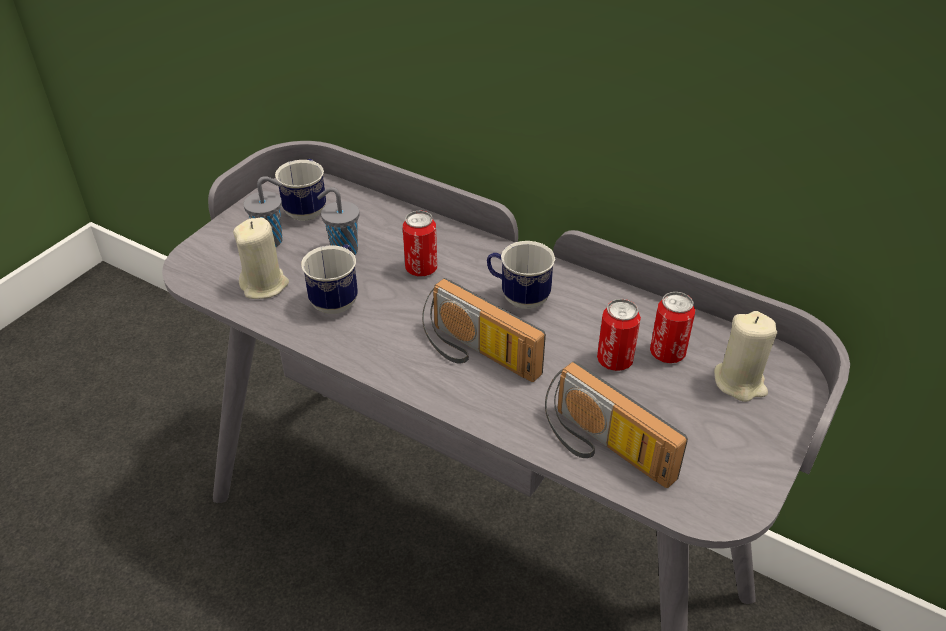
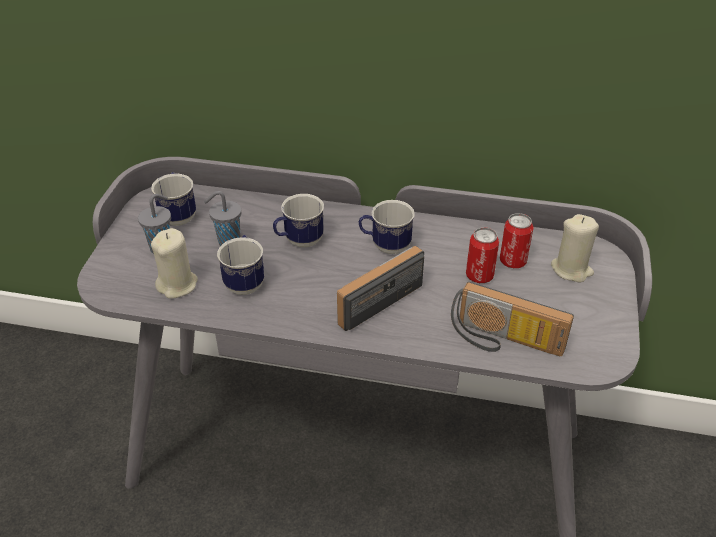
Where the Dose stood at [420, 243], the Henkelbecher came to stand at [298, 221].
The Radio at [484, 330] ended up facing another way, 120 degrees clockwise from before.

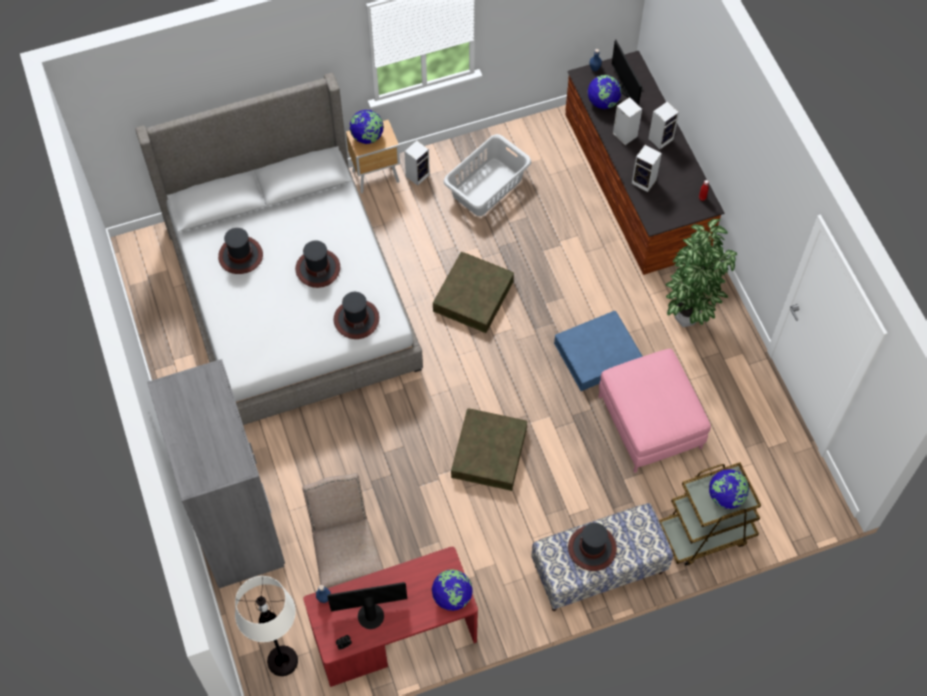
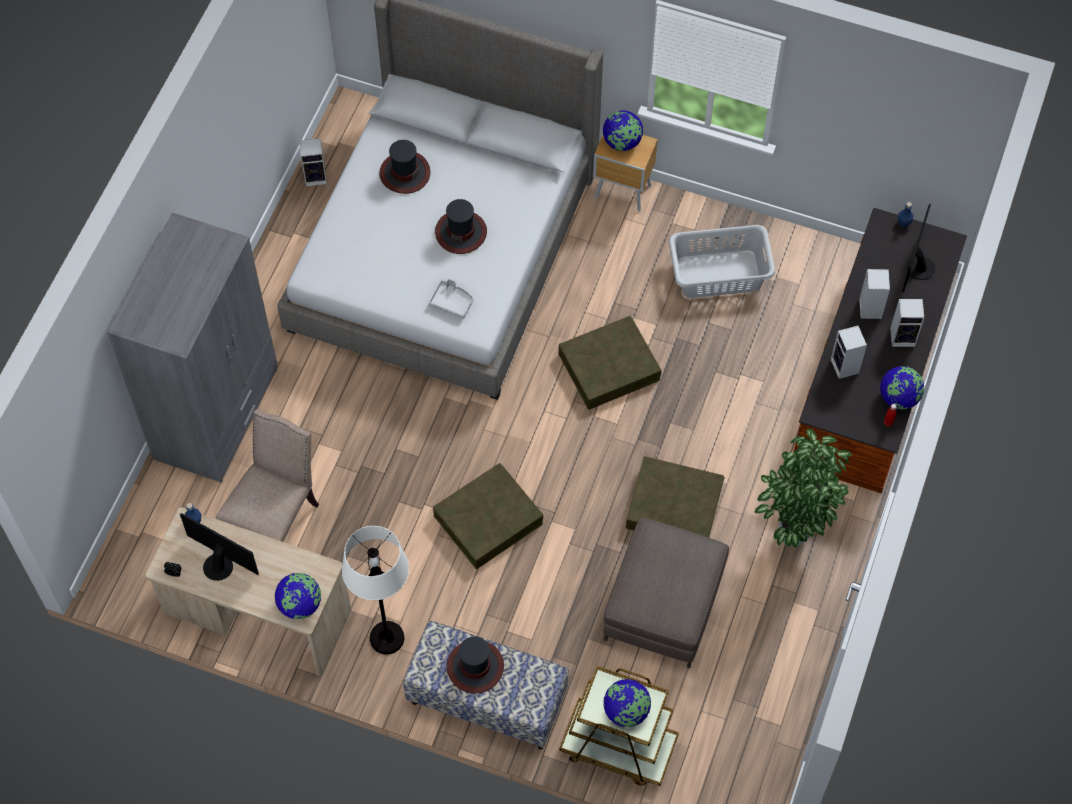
The Stehlampe [weiß] ended up elsewhere, having gone from [266, 626] to [375, 590].
The Lautsprecher ended up elsewhere, having gone from [417, 163] to [313, 162].
The Globus ended up elsewhere, having gone from [604, 92] to [902, 388].
Where the Hut stood at [356, 315], the Tablett [grau] came to stand at [451, 299].
What was the Schreibtisch [rot] at [390, 617] turned into the Schreibtisch [beige] at [248, 591].
What was the Aufbewahrungsbox [blau] at [598, 351] turned into the Aufbewahrungsbox [braun] at [675, 496].
What was the Polsterhocker [rosa] at [654, 411] turned into the Polsterhocker [braun] at [666, 593].

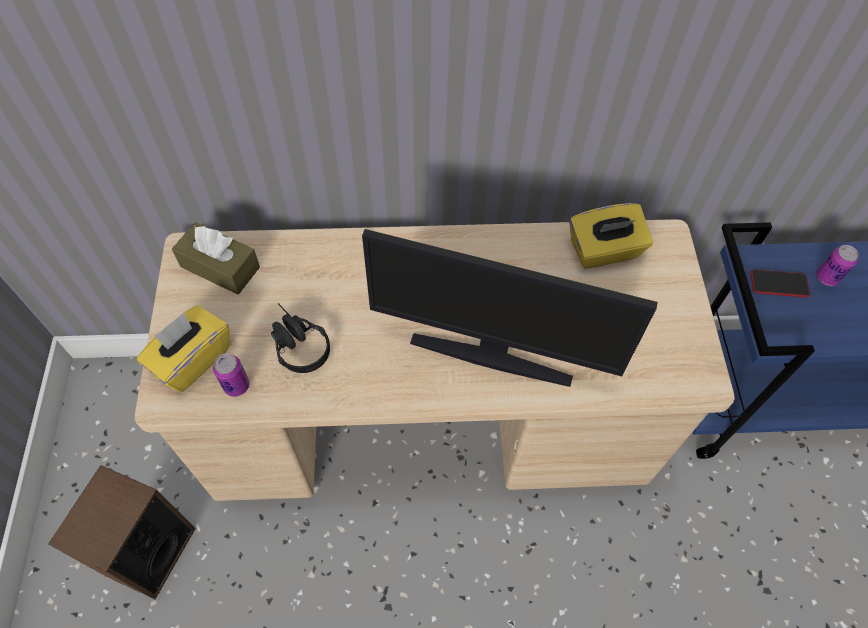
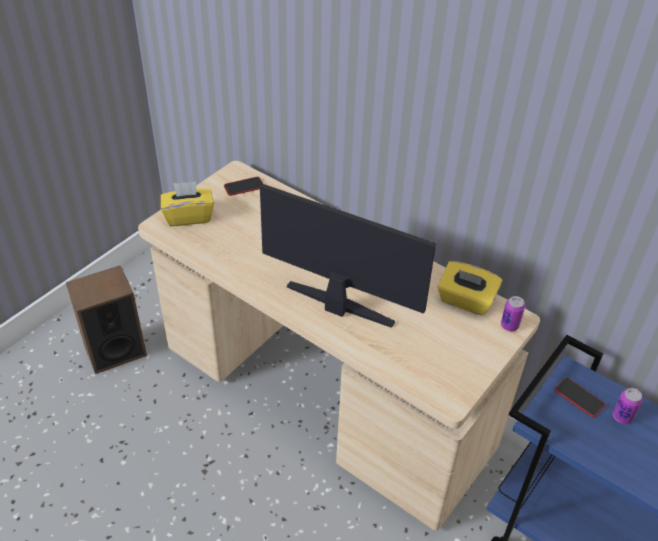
The second view lost the Kopfhörer [schwarz] at [300, 338].
The Dose ended up elsewhere, having gone from [231, 375] to [513, 313].
Where the Taschentuchbox [braun] stood at [216, 258], the Handy came to stand at [243, 186].
The Monitor at [510, 308] ended up facing another way, 150 degrees clockwise from before.

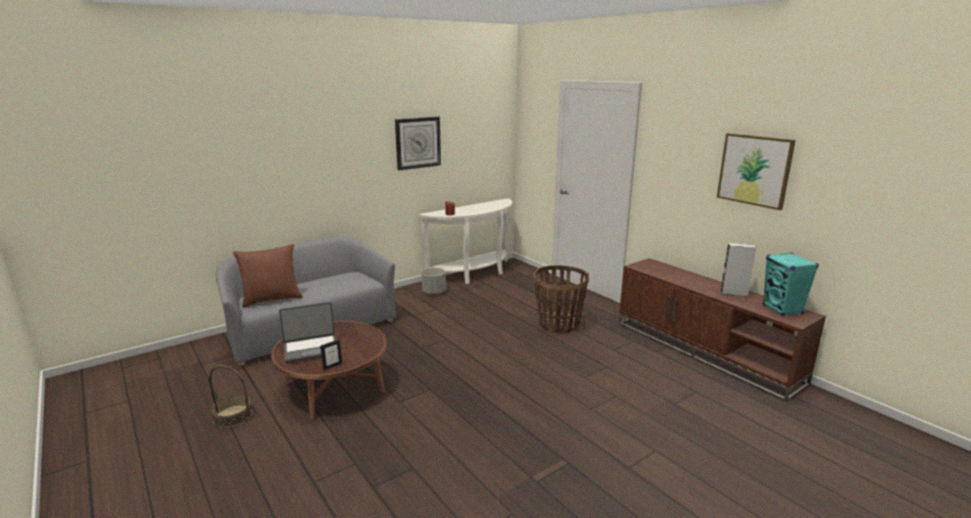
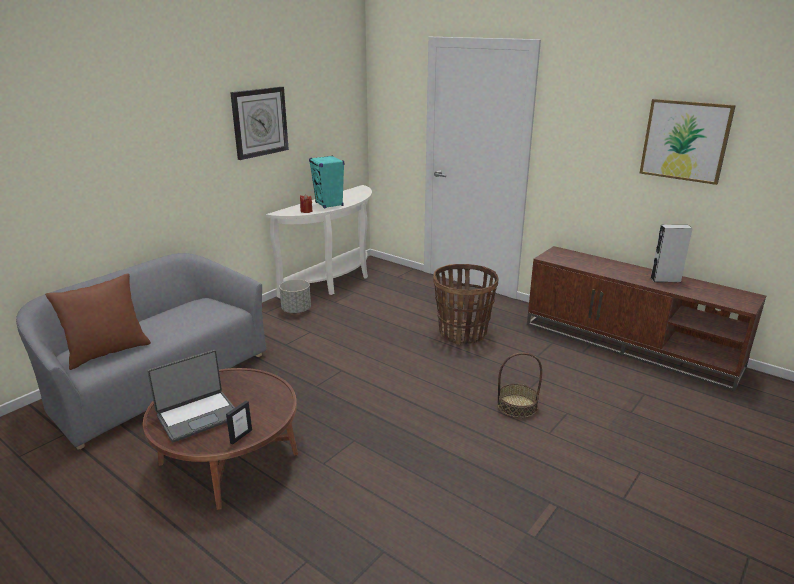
The Korb ended up elsewhere, having gone from [231, 396] to [519, 385].
The Lautsprecher [türkis] ended up elsewhere, having gone from [791, 284] to [326, 182].

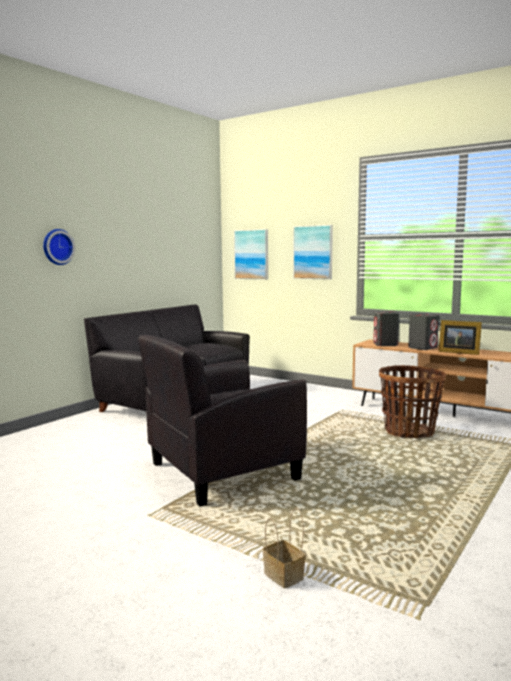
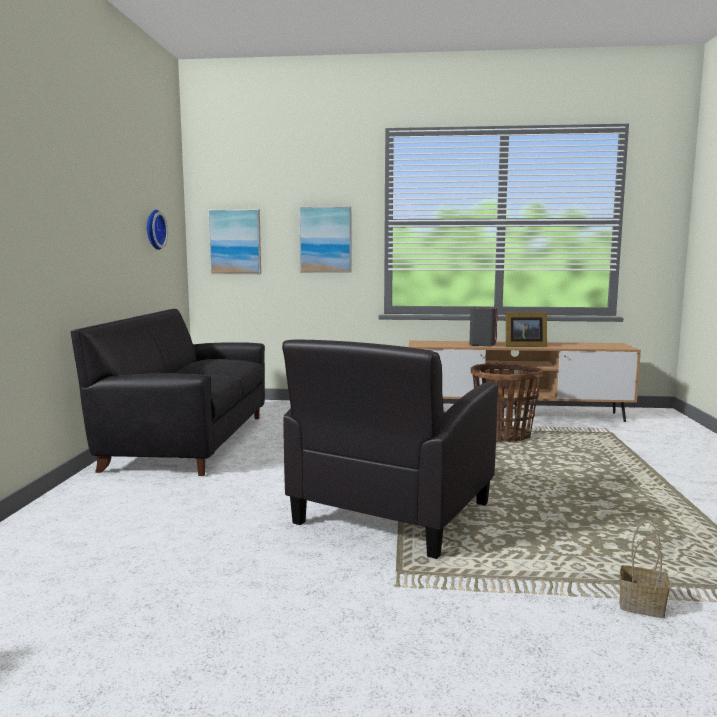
The second view lost the Lautsprecher [grau] at [386, 328].
The Wanduhr ended up elsewhere, having gone from [59, 247] to [157, 230].

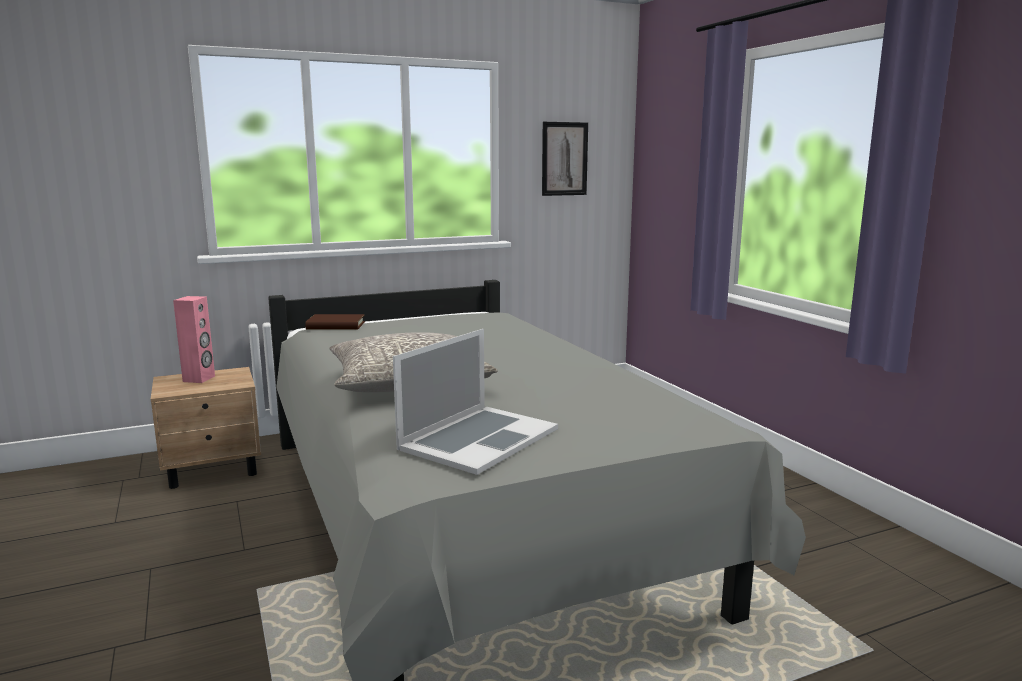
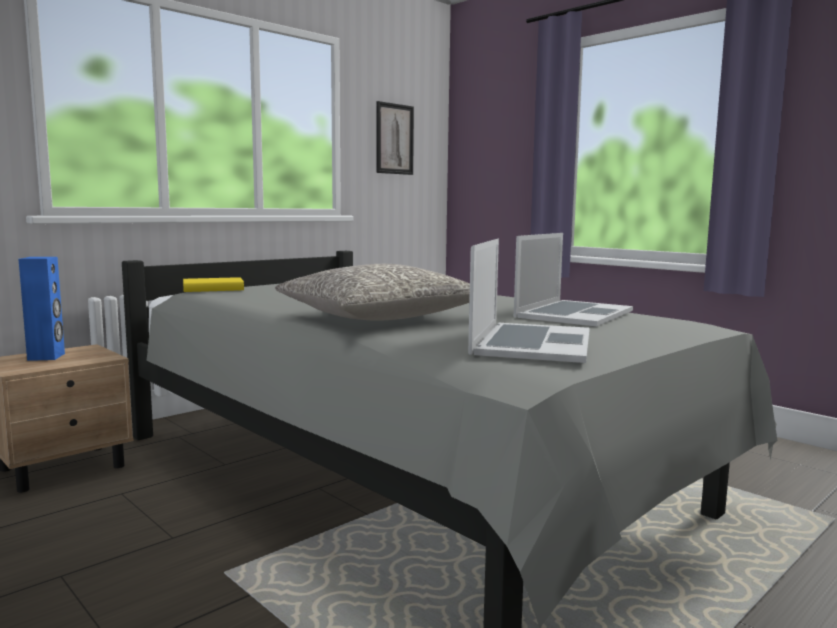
The second view gained the Laptop at [573, 280].
What was the Lautsprecher [rosa] at [194, 339] turned into the Lautsprecher [blau] at [41, 309].
What was the Buch [braun] at [335, 322] turned into the Buch [gelb] at [213, 284].

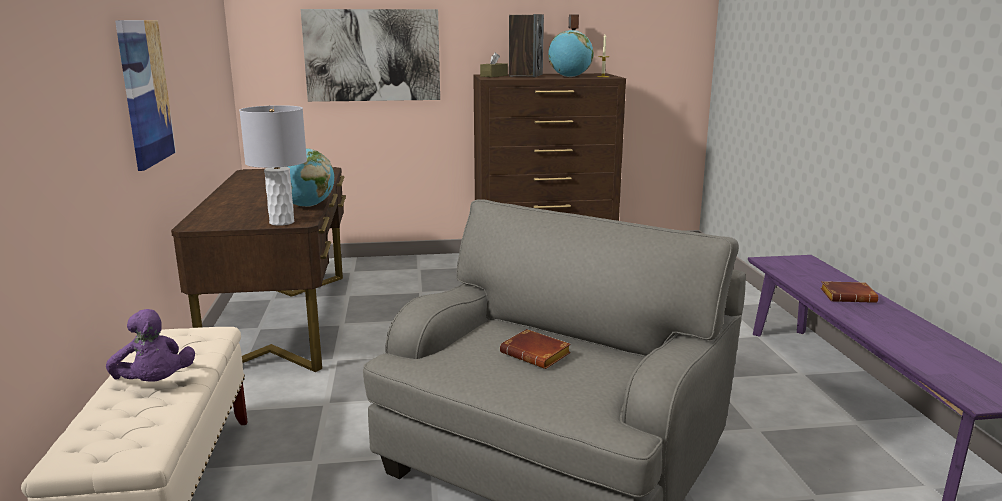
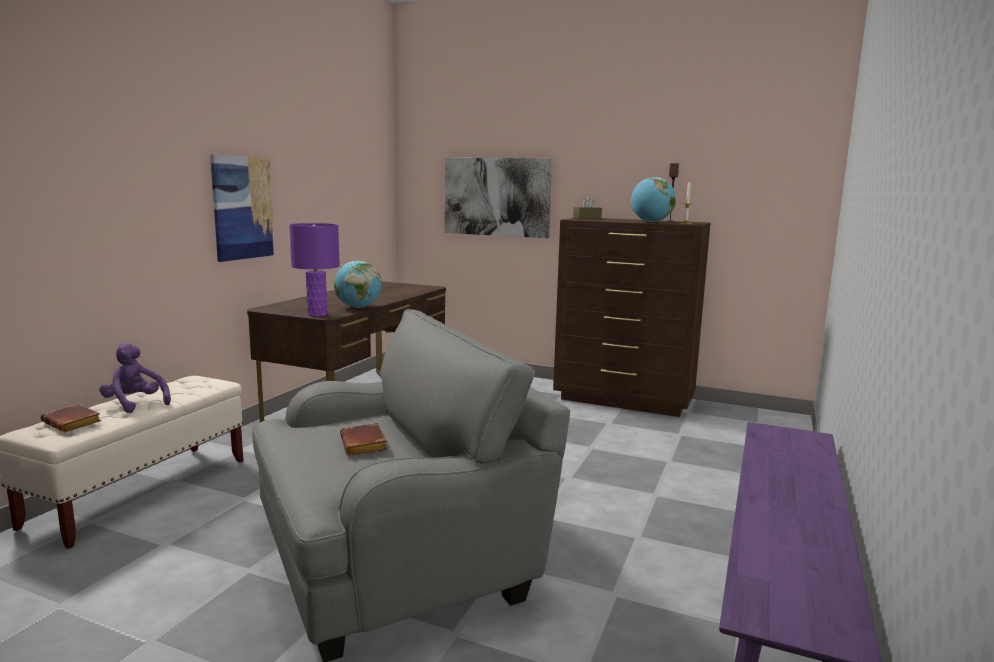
The second view lost the Lautsprecher at [526, 45].
The Buch [braun] ended up elsewhere, having gone from [849, 292] to [71, 418].
What was the Tischlampe [grau] at [273, 165] turned into the Tischlampe [lila] at [314, 270].
The Plüschtier [lila] at [150, 345] ended up facing another way, 135 degrees clockwise from before.

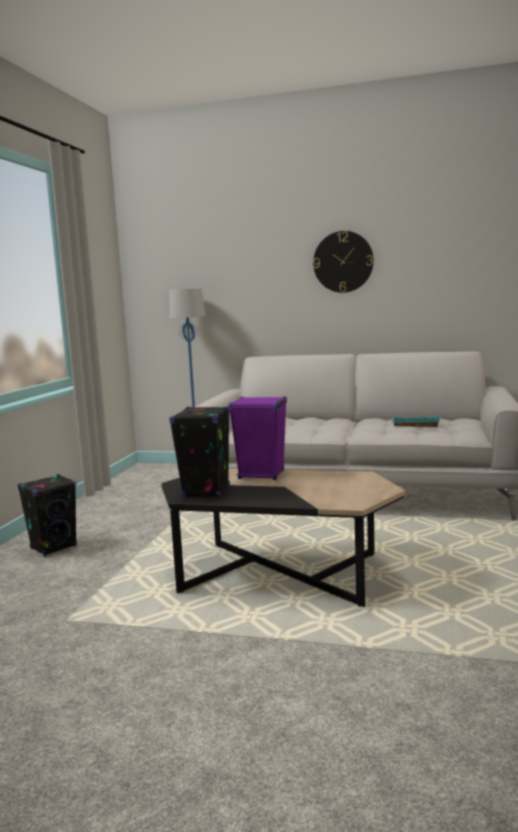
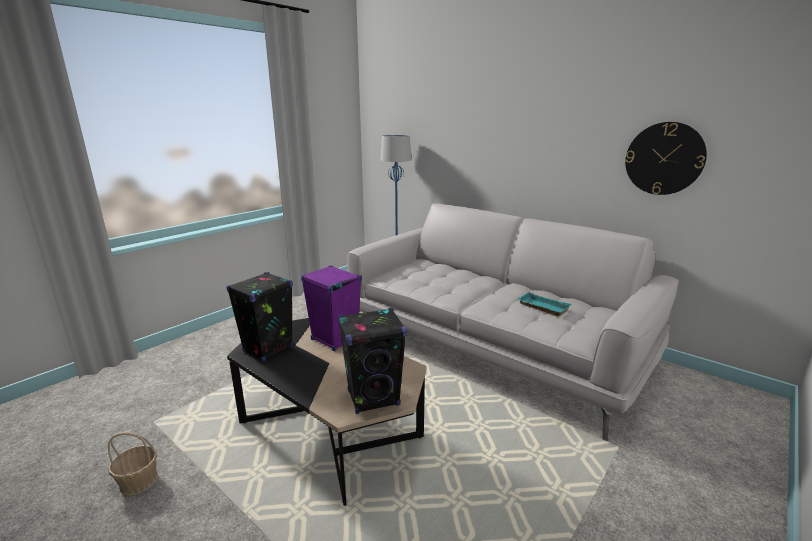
The second view gained the Korb at [133, 464].
The Lautsprecher [schwarz] ended up elsewhere, having gone from [47, 515] to [372, 361].
The Wanduhr ended up elsewhere, having gone from [343, 262] to [666, 158].

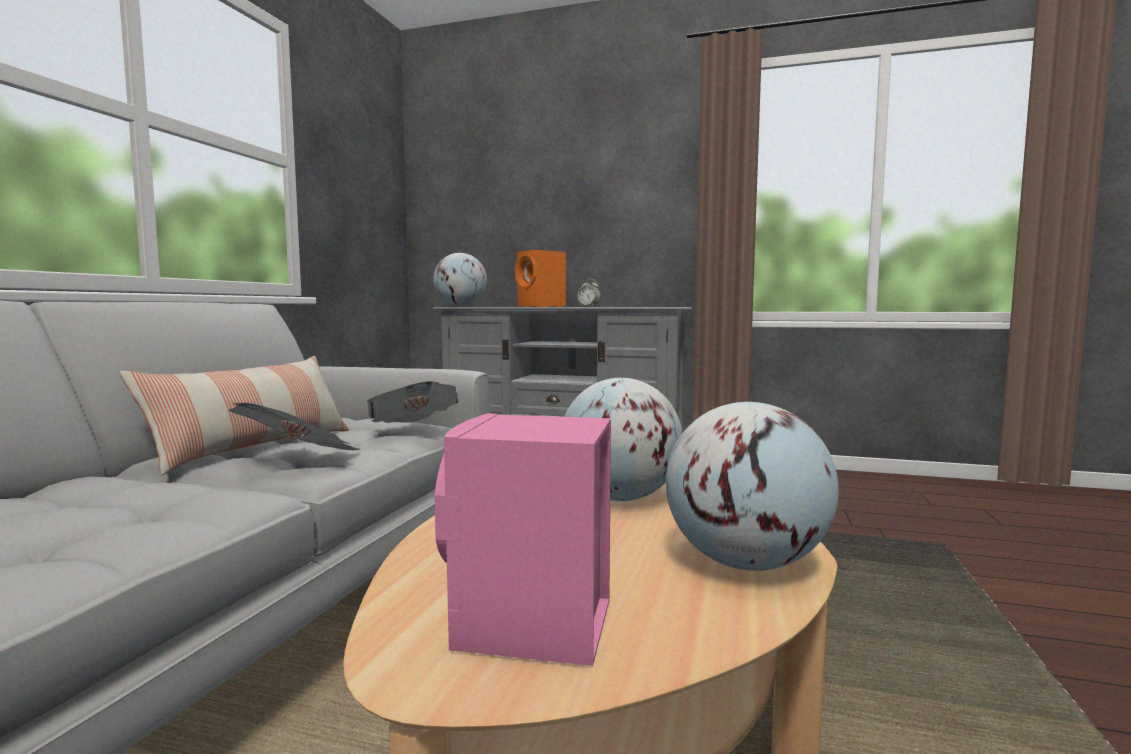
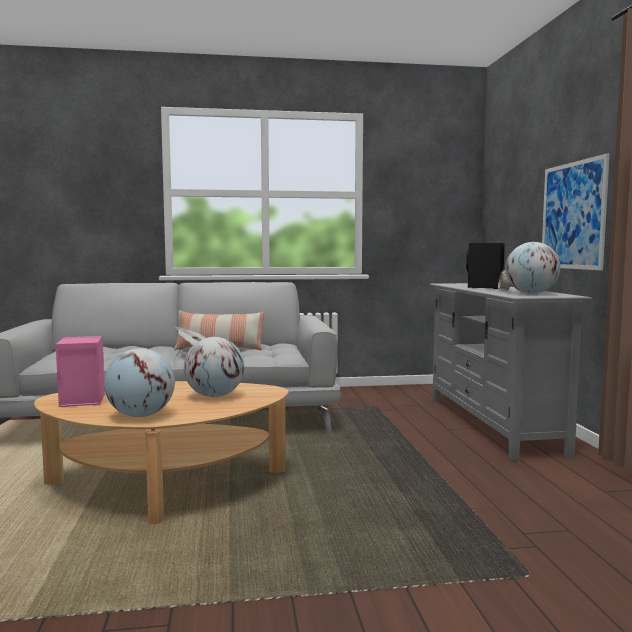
The second view lost the Zeitung at [413, 402].
The second view gained the Bild at [576, 211].
The Globus ended up elsewhere, having gone from [460, 280] to [532, 268].
What was the Lautsprecher [orange] at [540, 278] turned into the Lautsprecher [schwarz] at [485, 266].

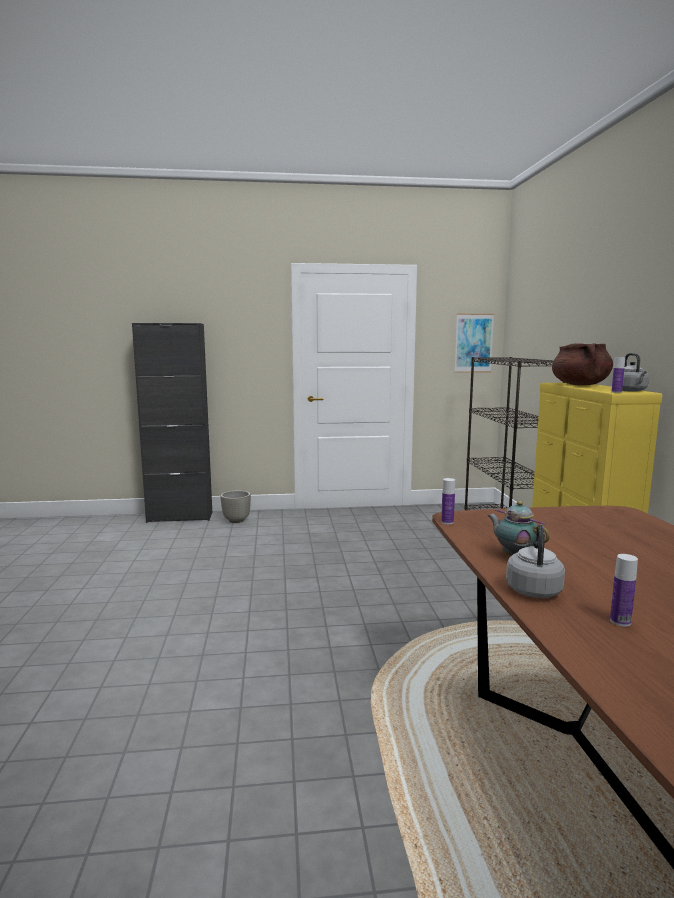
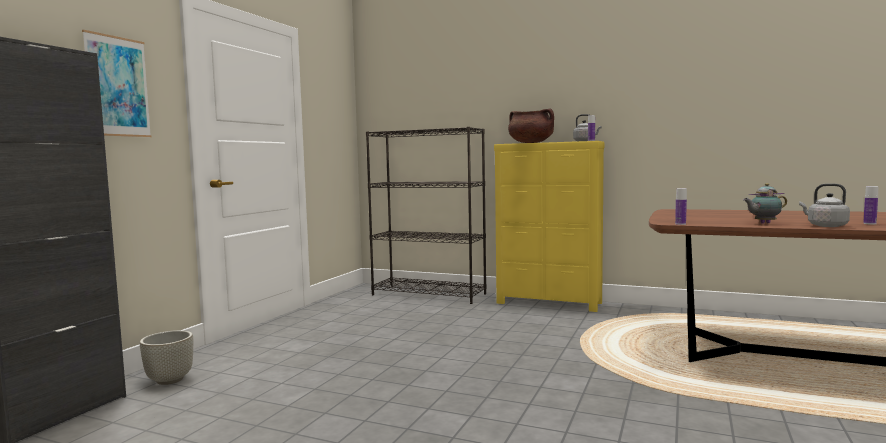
The Bild ended up elsewhere, having gone from [474, 343] to [117, 83].

